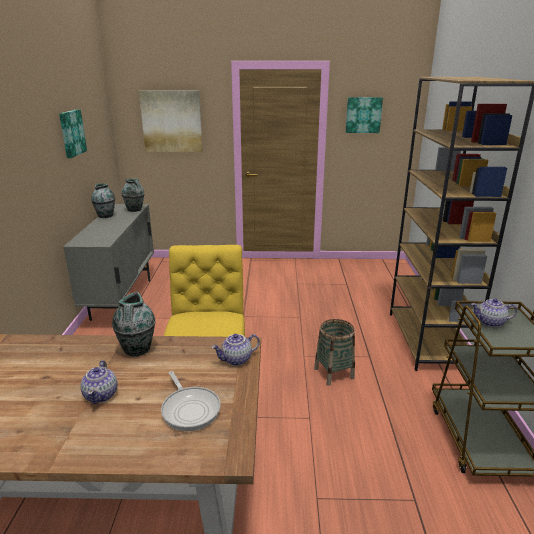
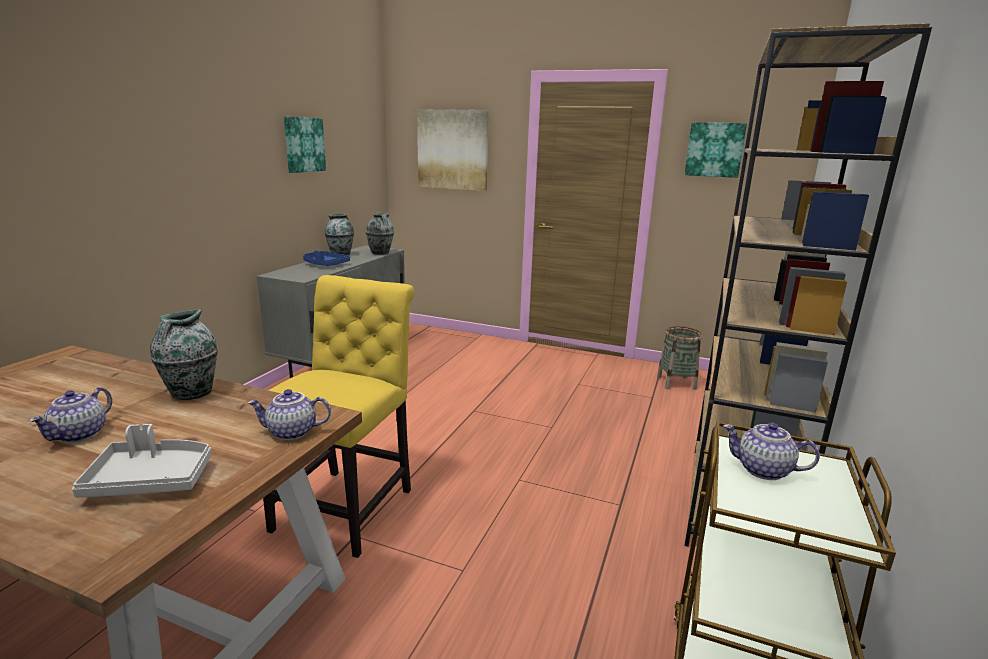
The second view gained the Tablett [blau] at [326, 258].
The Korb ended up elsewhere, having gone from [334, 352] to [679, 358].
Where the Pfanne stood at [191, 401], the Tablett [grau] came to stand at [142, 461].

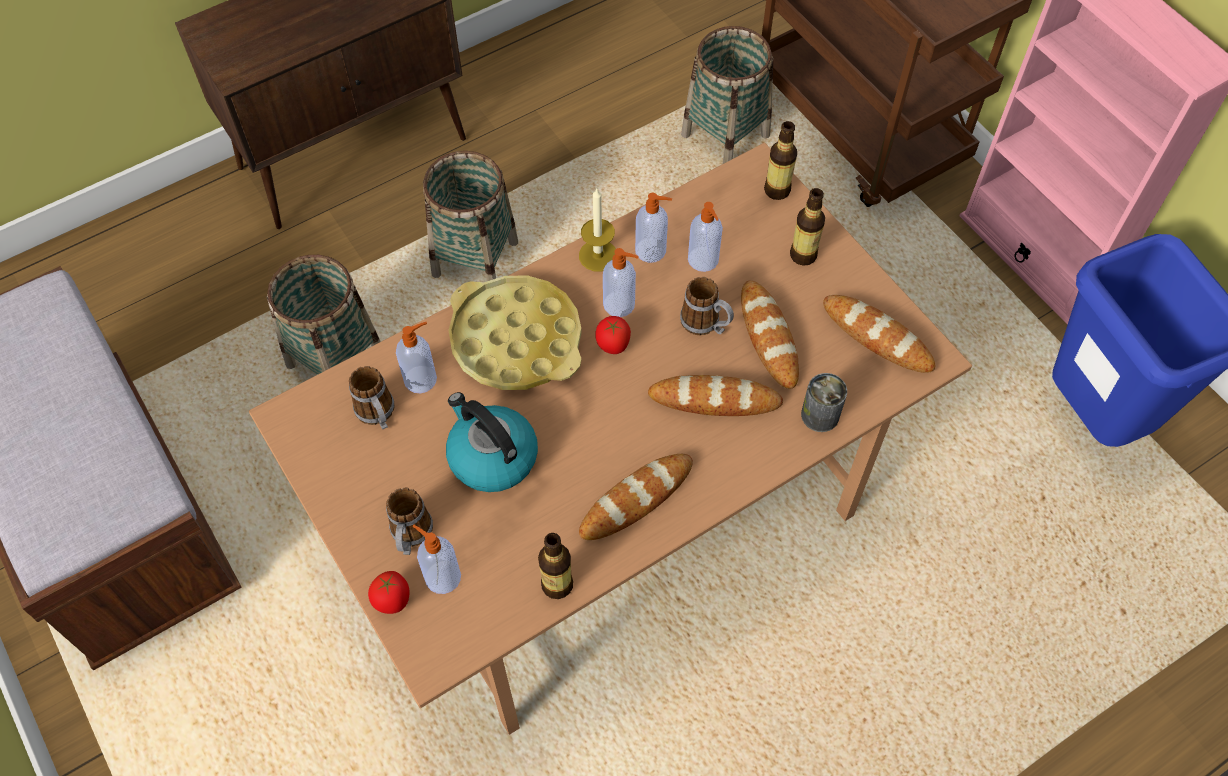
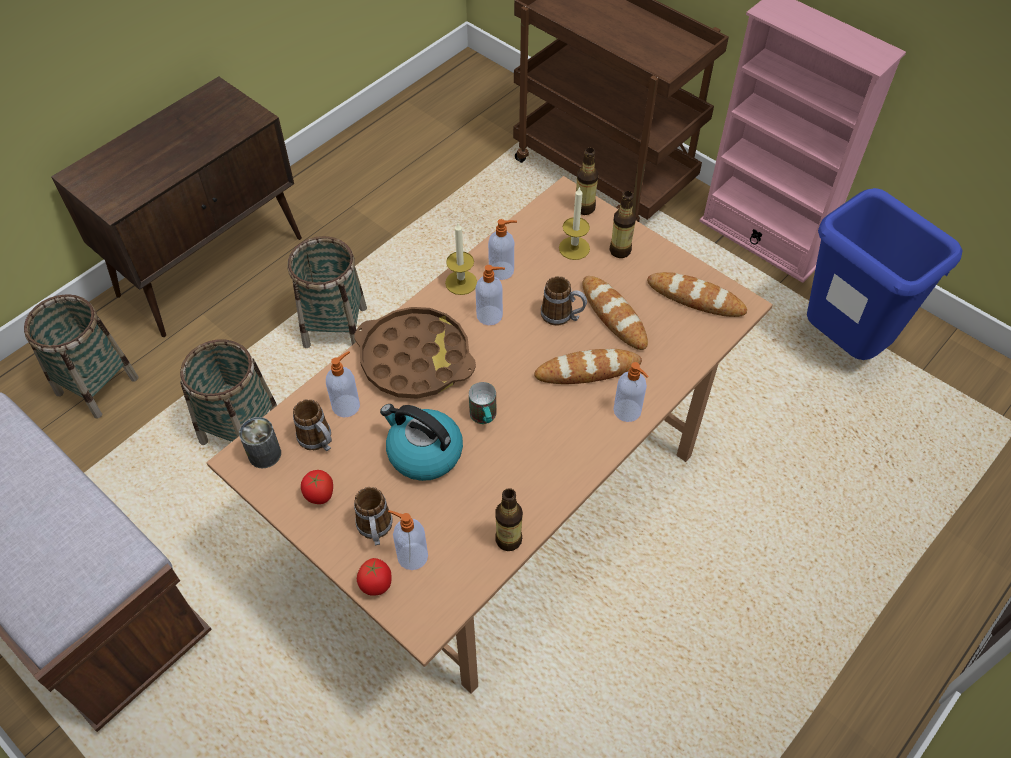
The second view lost the Brot at [636, 497].
The second view gained the Henkelbecher at [482, 403].
The second view gained the Kerze at [574, 223].
The Tomate ended up elsewhere, having gone from [613, 335] to [317, 487].
The Korb ended up elsewhere, having gone from [727, 95] to [81, 356].
The Seifenspender ended up elsewhere, having gone from [705, 237] to [631, 392].
The Dose ended up elsewhere, having gone from [824, 402] to [260, 443].
What was the Tablett [gelb] at [515, 332] turned into the Tablett [braun] at [415, 353].

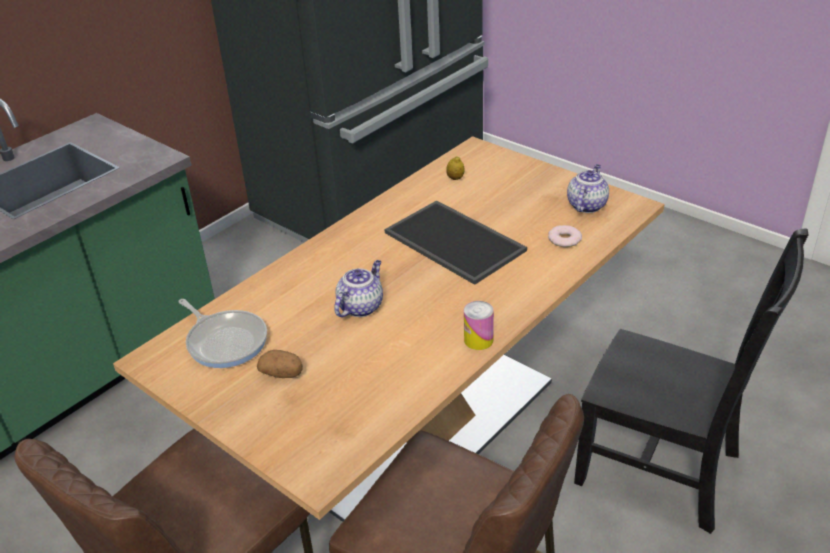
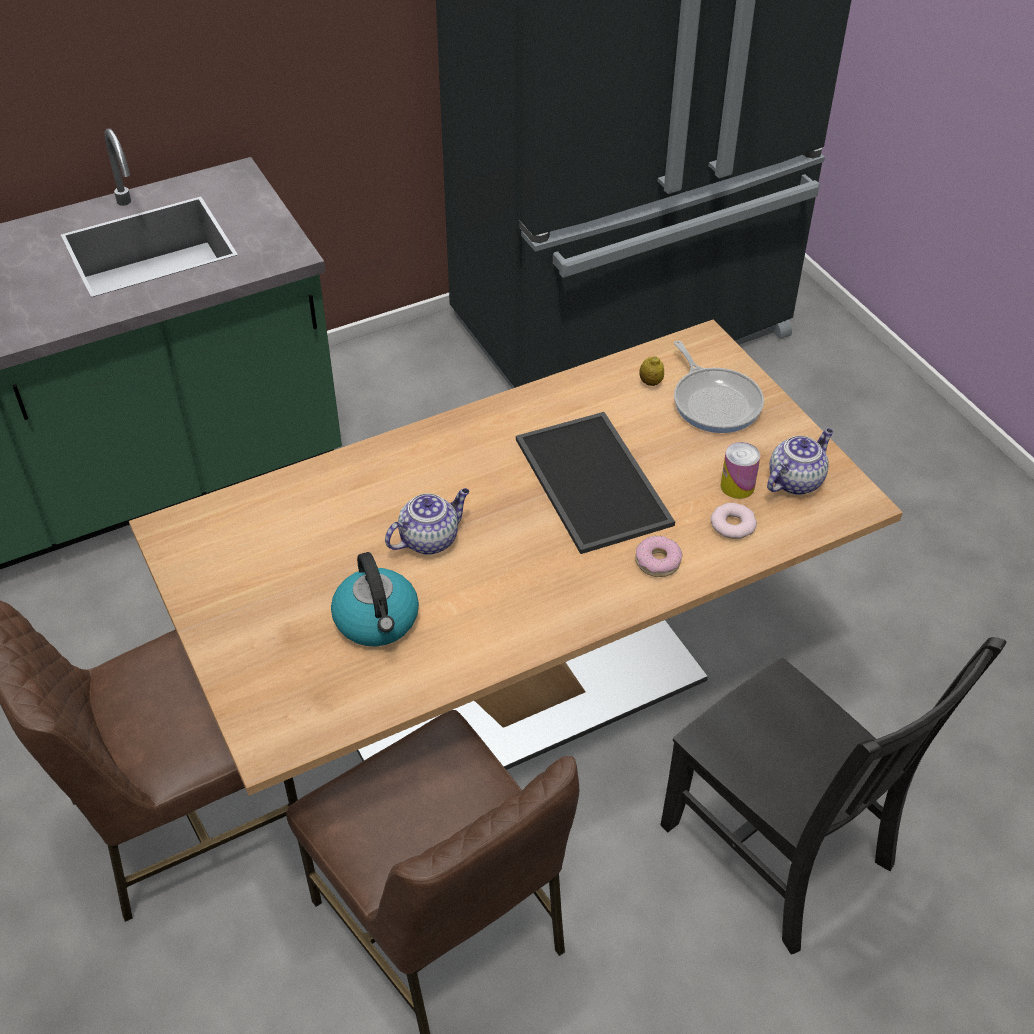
The second view lost the Kartoffel at [280, 364].
The second view gained the Wasserkessel at [375, 599].
The second view gained the Donut at [659, 556].
The Pfanne ended up elsewhere, having gone from [222, 333] to [719, 387].
The Dose ended up elsewhere, having gone from [479, 325] to [741, 470].

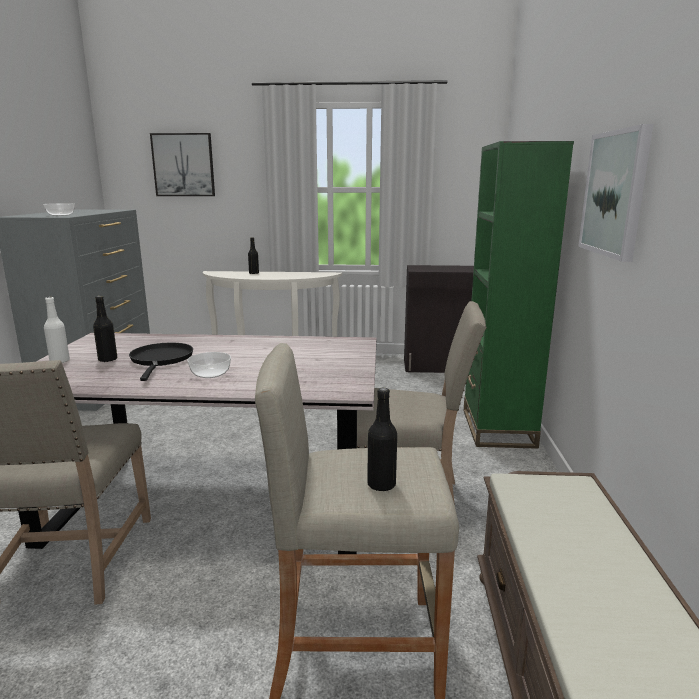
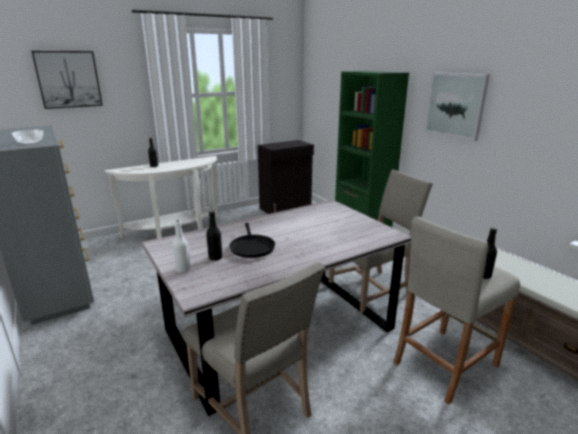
The second view lost the Schüssel at [209, 365].
The Pfanne [schwarz] at [161, 362] ended up facing another way, 150 degrees counterclockwise from before.

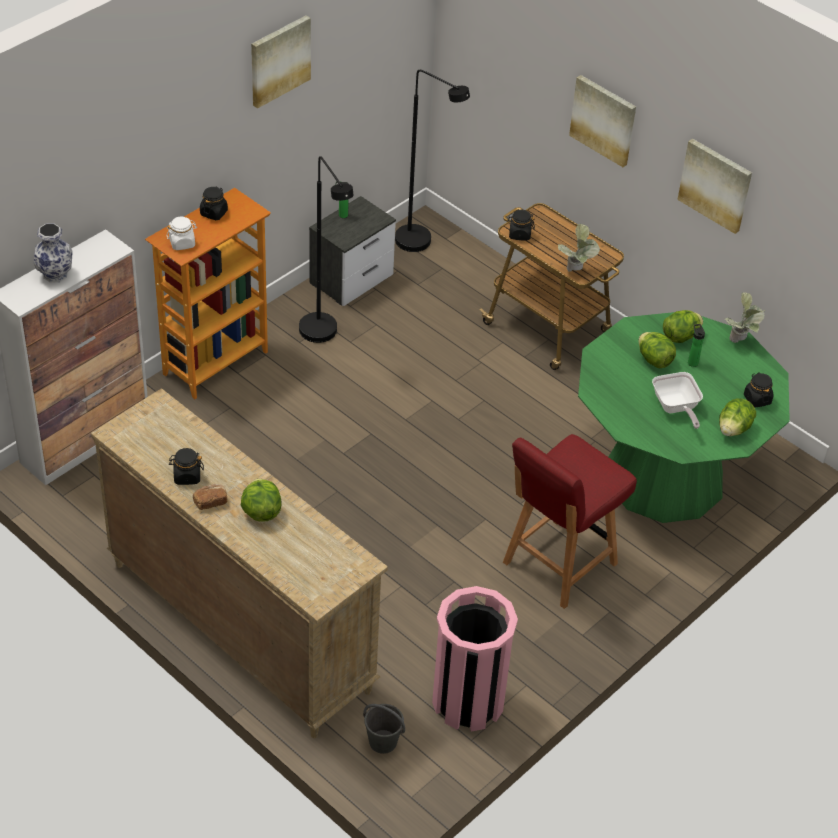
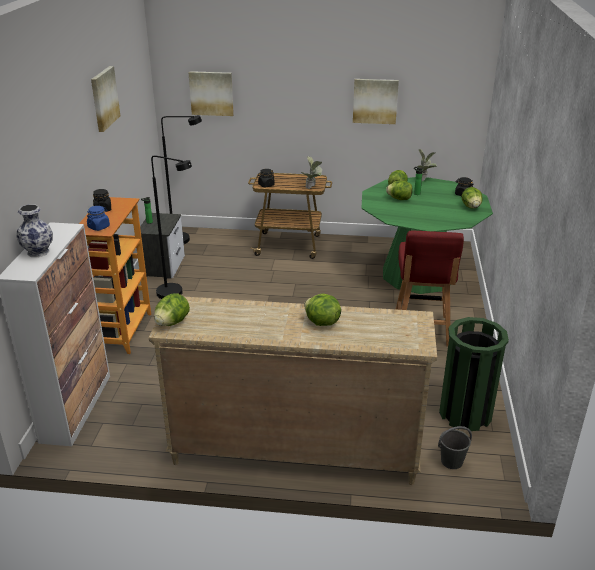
The second view lost the Vorratsglas [schwarz] at [186, 466].
The second view lost the Brot at [210, 497].
The second view lost the Pfanne at [677, 400].
The second view gained the Salatkopf at [172, 309].
The Bild ended up elsewhere, having gone from [602, 121] to [211, 93].
What was the Vorratsglas [weiß] at [182, 233] turned into the Vorratsglas [blau] at [98, 218].
What was the Mülleimer [rosa] at [475, 659] turned into the Mülleimer [grün] at [474, 374].

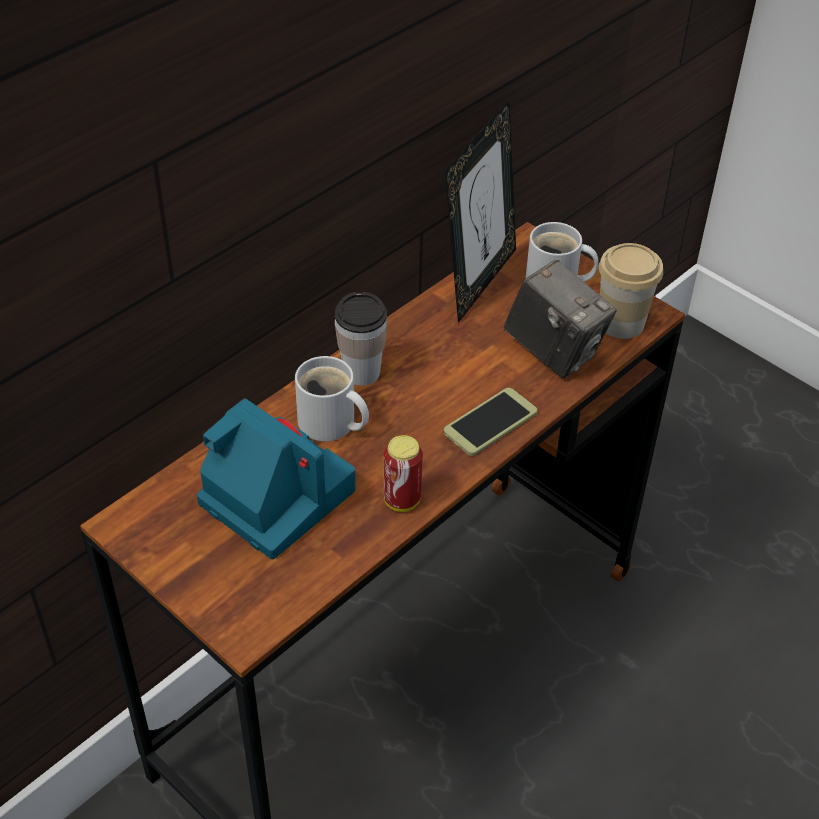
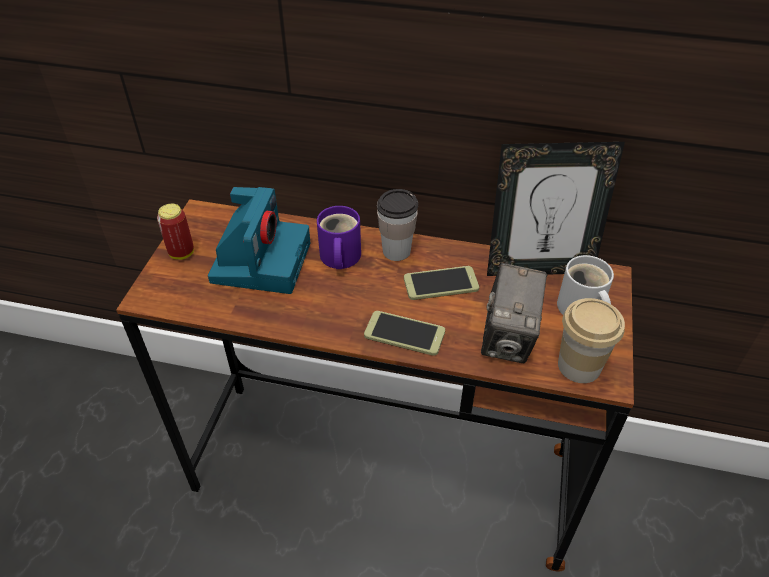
The second view gained the Handy at [441, 283].
The Dose ended up elsewhere, having gone from [403, 473] to [175, 232].
What was the Henkelbecher [weiß] at [332, 399] turned into the Henkelbecher [lila] at [339, 237].

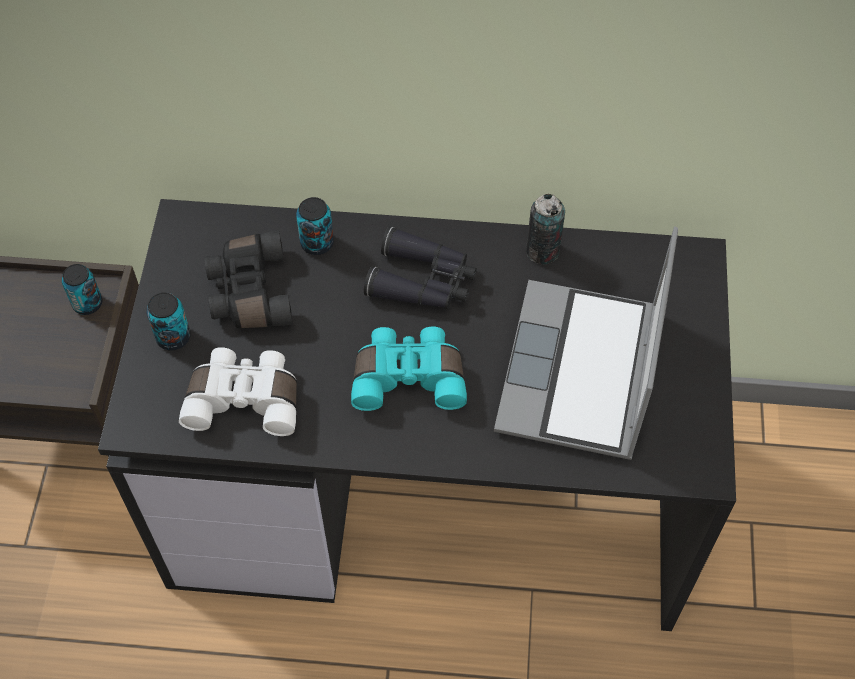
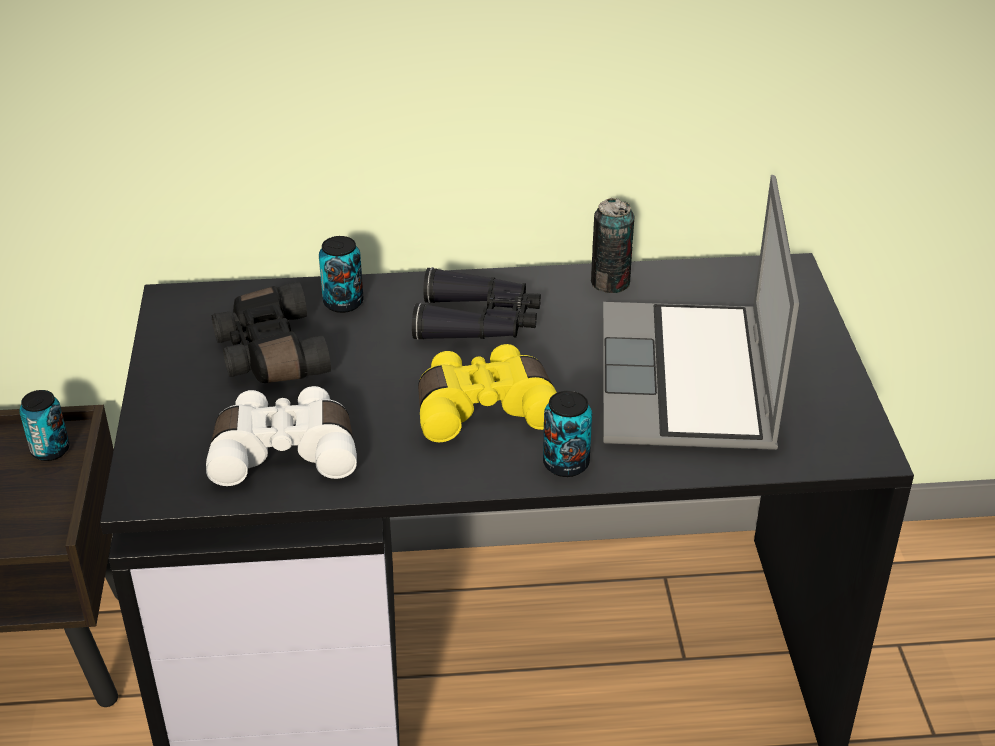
The Dose ended up elsewhere, having gone from [168, 321] to [567, 434].
What was the Fernglas [türkis] at [409, 369] turned into the Fernglas [gelb] at [487, 393].

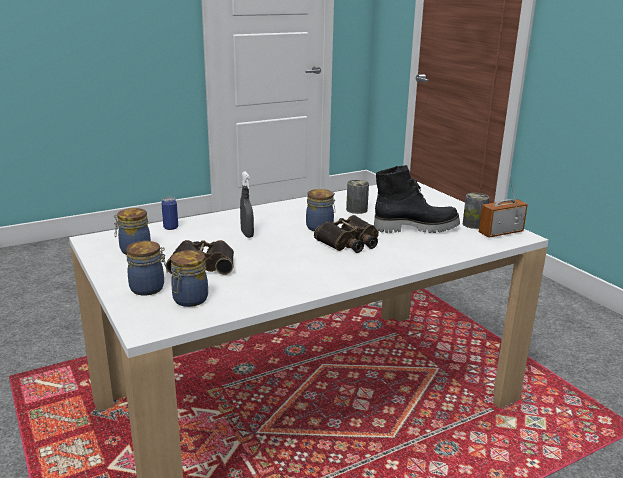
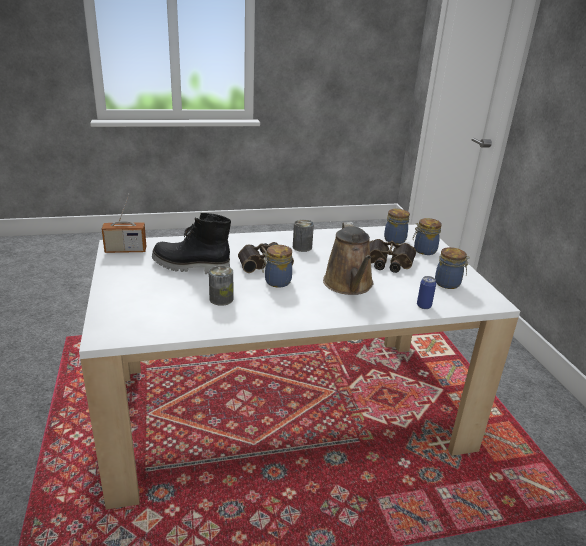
The Dose ended up elsewhere, having gone from [476, 211] to [303, 235].
Where the Sprühflasche [grau] stood at [247, 205], the Gießkanne [braun] came to stand at [348, 258].

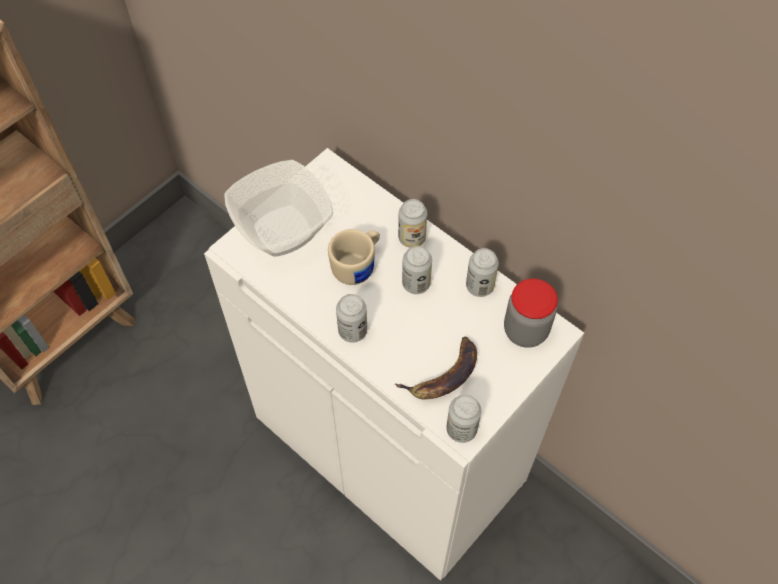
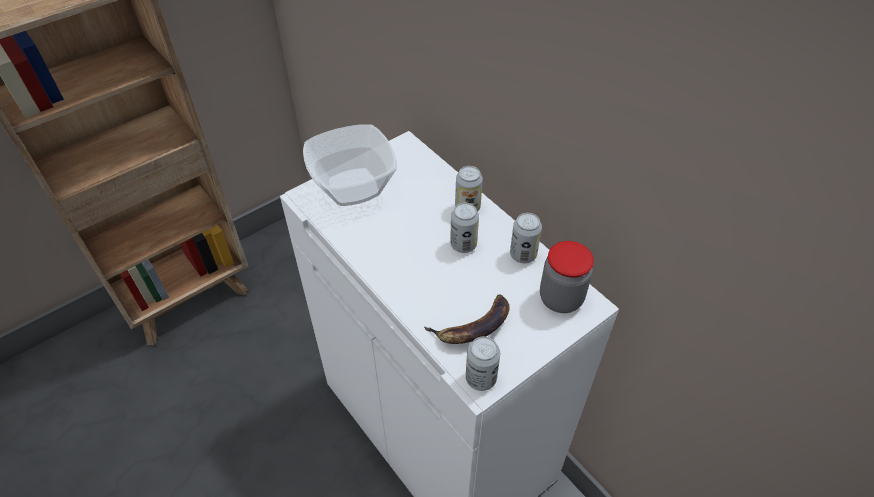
The second view lost the Henkelbecher [beige] at [354, 257].
The second view lost the Dose at [351, 318].

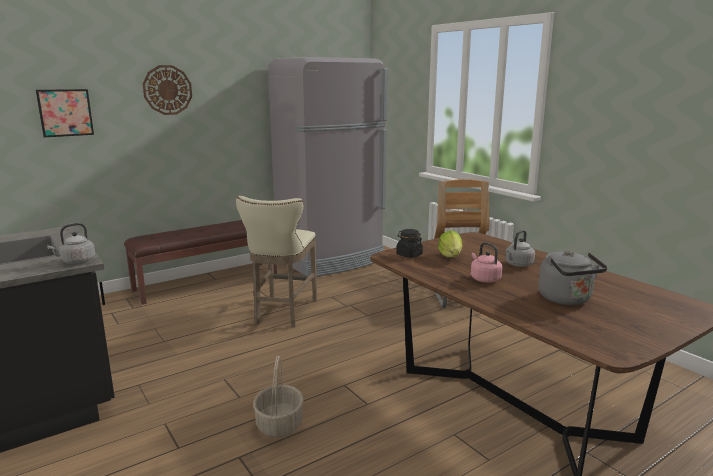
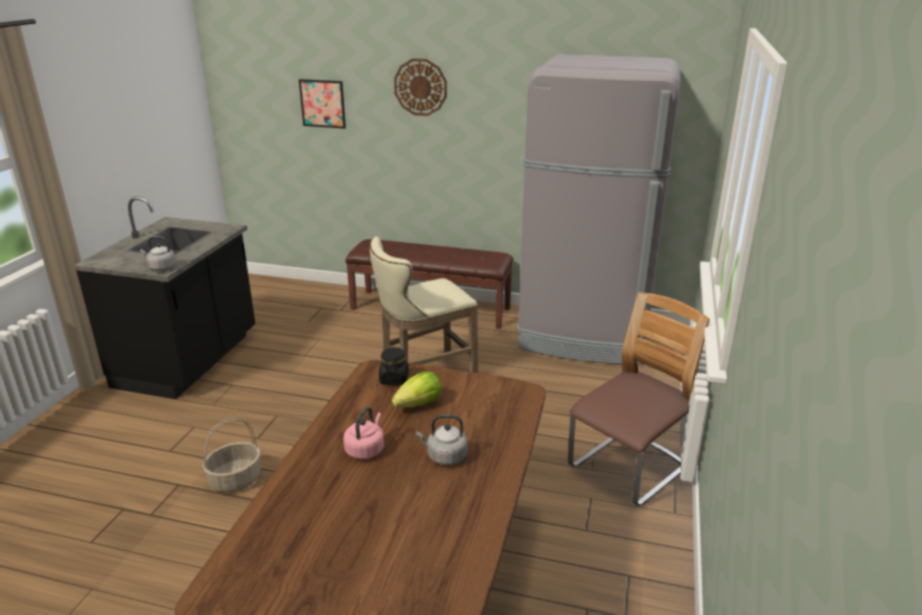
The second view lost the Wasserkessel [grau] at [572, 278].

